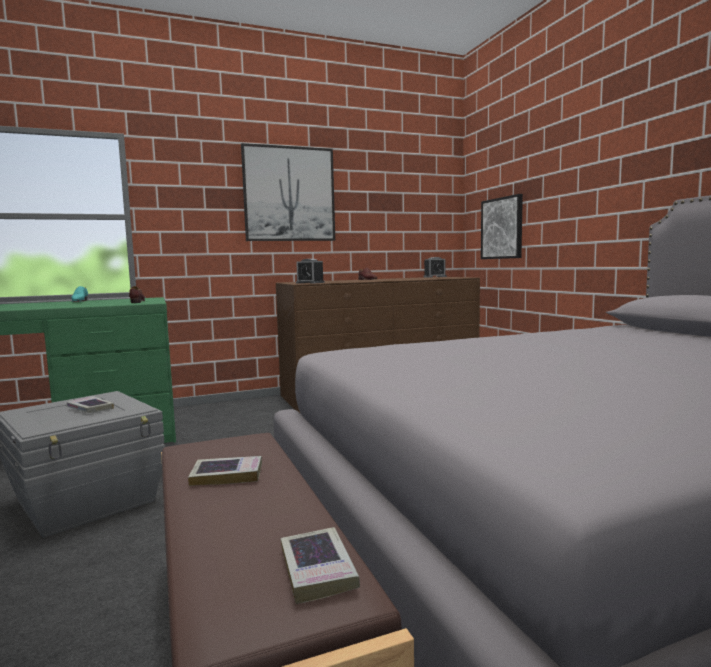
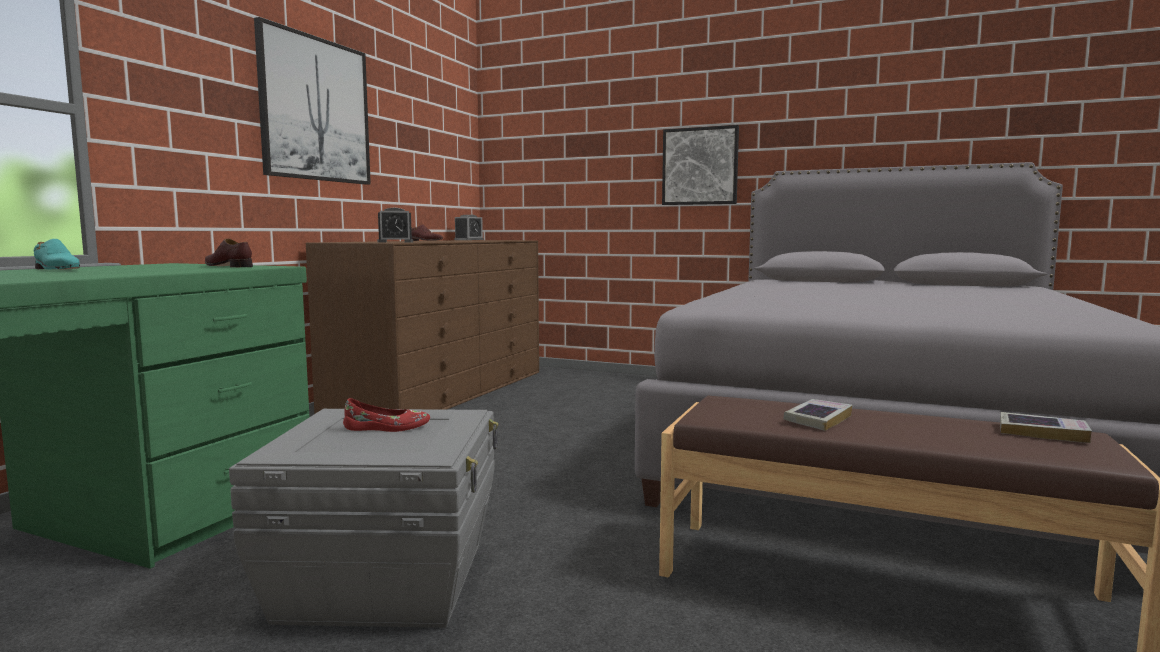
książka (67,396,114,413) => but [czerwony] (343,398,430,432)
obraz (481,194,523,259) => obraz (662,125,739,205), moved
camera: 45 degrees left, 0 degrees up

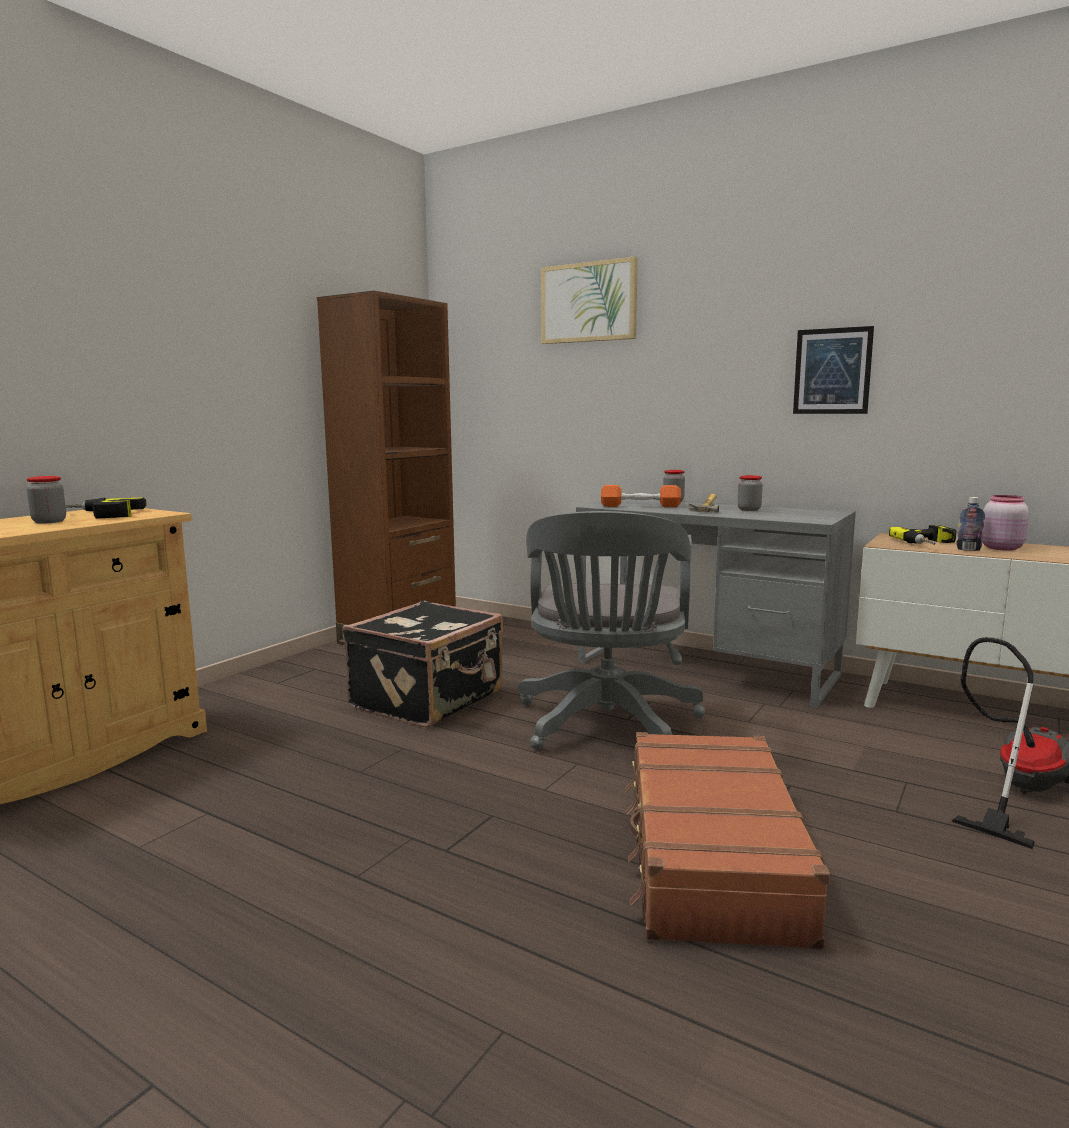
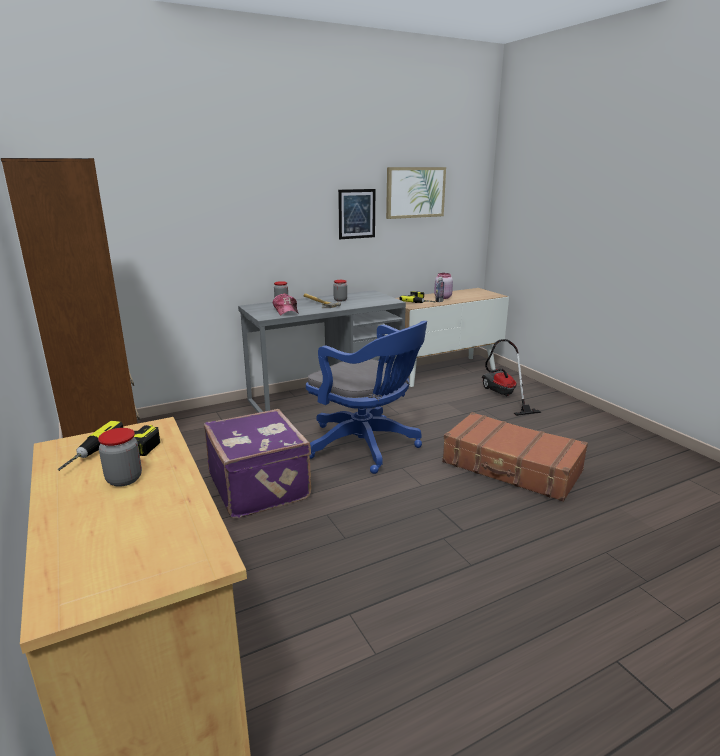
walizka [czarny] (343,600,503,727) => walizka [fioletowy] (204,409,311,518)
hantel [pomarańczowy] (601,485,681,507) => czapka z daszkiem (273,293,299,315)
krzesło biurowe [szary] (518,511,705,750) => krzesło biurowe [niebieski] (306,321,427,474)
obraz (541,256,638,344) => obraz (386,167,446,219), moved
camera: 60 degrees left, 10 degrees up

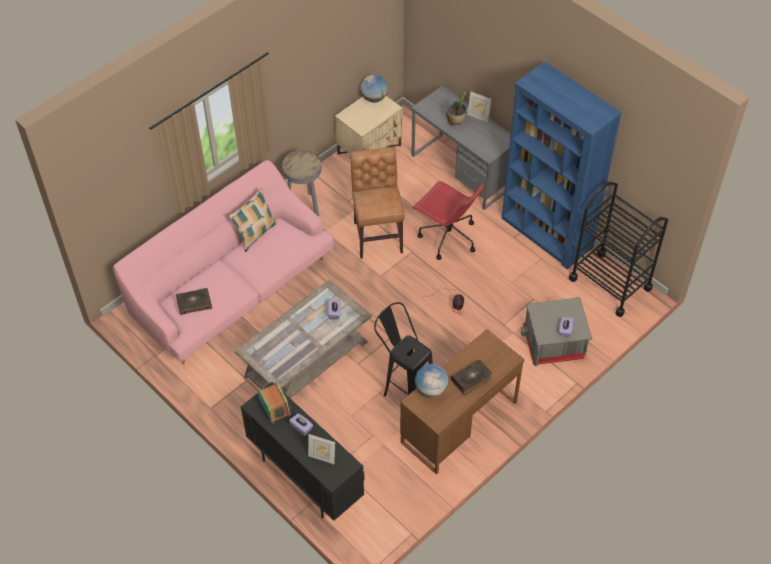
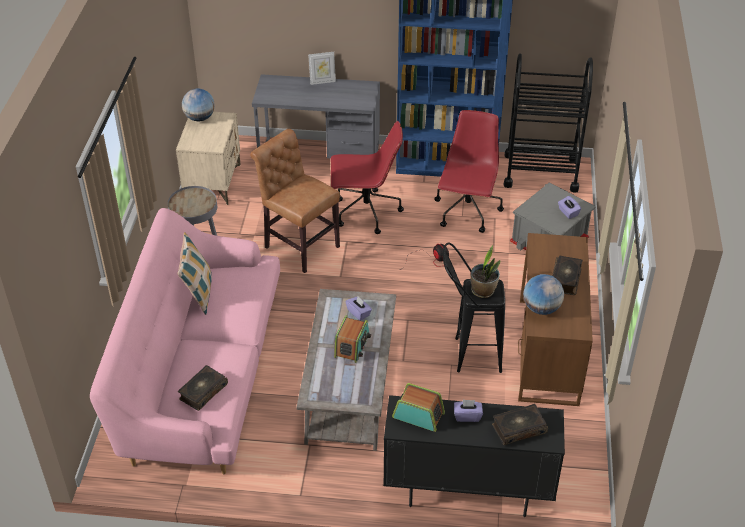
nothing => radio (334,315,371,363)
nothing => krzesło biurowe [czerwony] (434,110,504,233)
roślina doniczkowa (446,92,467,126) => roślina doniczkowa (471,245,500,298), moved
ramka na zdjęcie (308,434,335,464) => książka (492,404,548,445)
camera: 40 degrees left, 10 degrees down

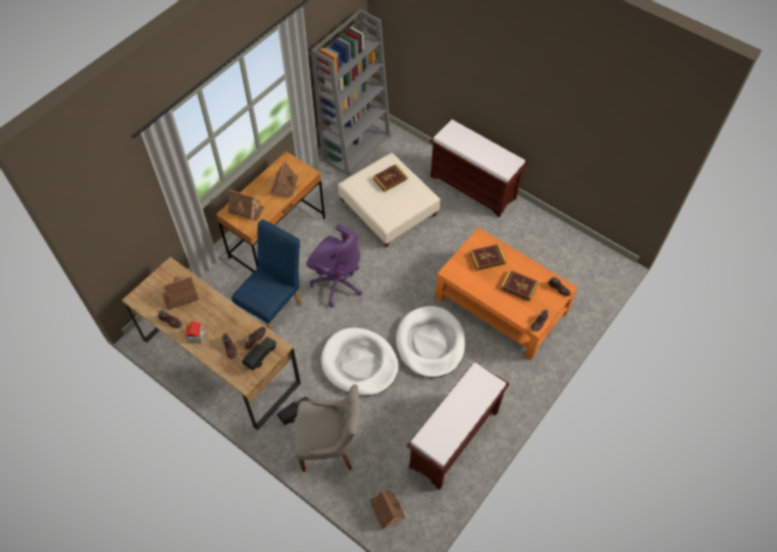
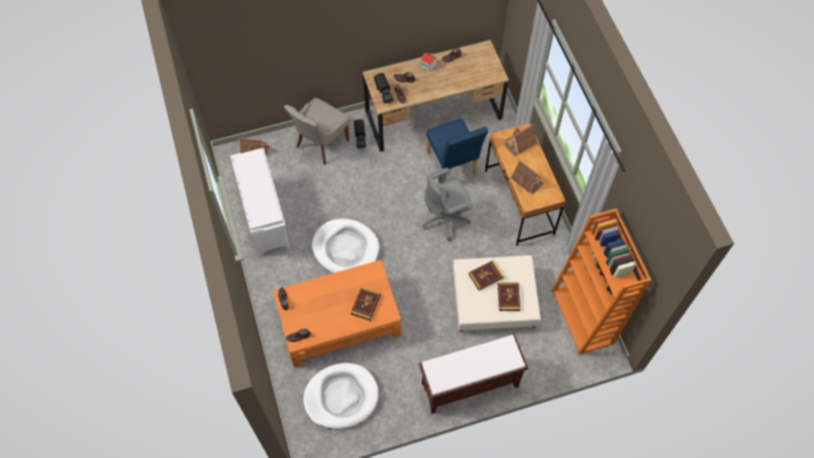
ławka [brązowy] (407,361,509,490) => ławka [biały] (230,148,290,256)
legowisko [biały] (321,328,399,396) => legowisko [biały] (303,363,379,429), moved
krzesło biurowe [fioletowy] (306,225,362,307) => krzesło biurowe [szary] (423,168,473,241)
książka (501,270,539,301) => książka (468,260,504,291), moved
regał [szary] (311,9,391,176) => regał [pomarańczowy] (551,208,651,355)
domek (162,276,199,310) => nothing
camera: 125 degrees right, 5 degrees up

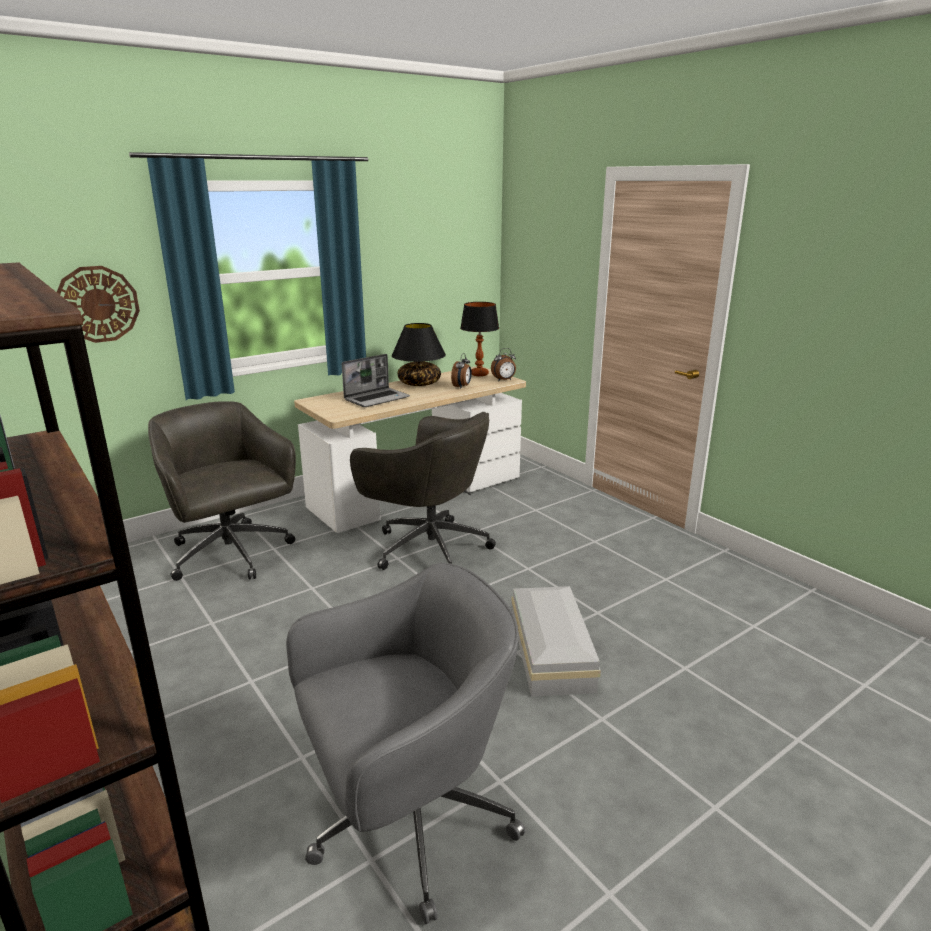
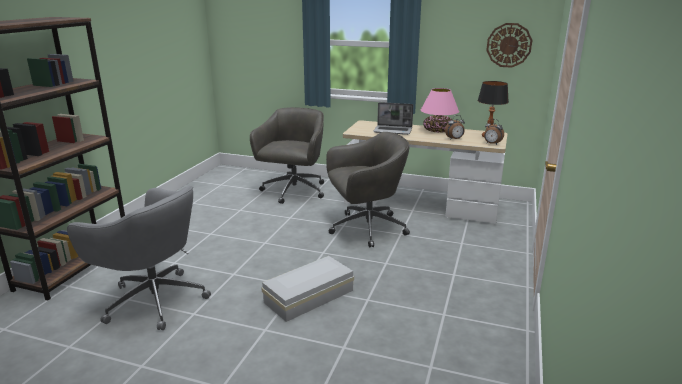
krzesło biurowe [szary] (350,412,496,570) => krzesło biurowe [szary] (326,132,410,248), 105 degrees counterclockwise
lampa stołowa [czarny] (392,323,446,386) => lampa stołowa [różowy] (421,88,459,133)
zegar ścienny (57,266,140,343) => zegar ścienny (486,23,532,68), moved
camera: 55 degrees right, 0 degrees up

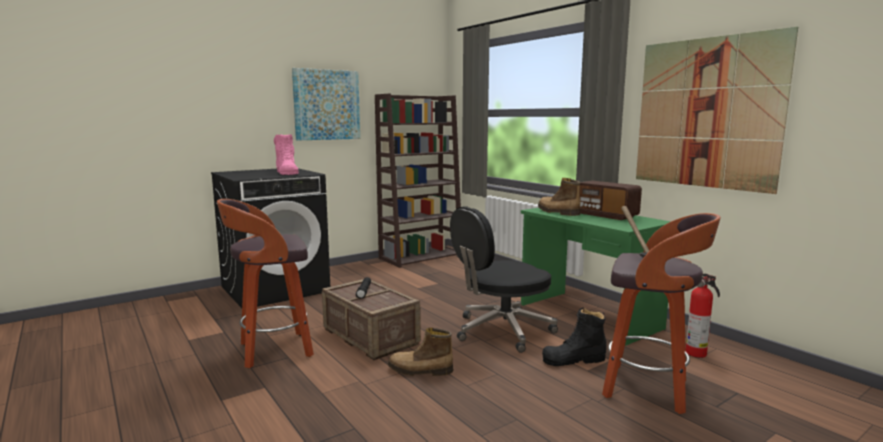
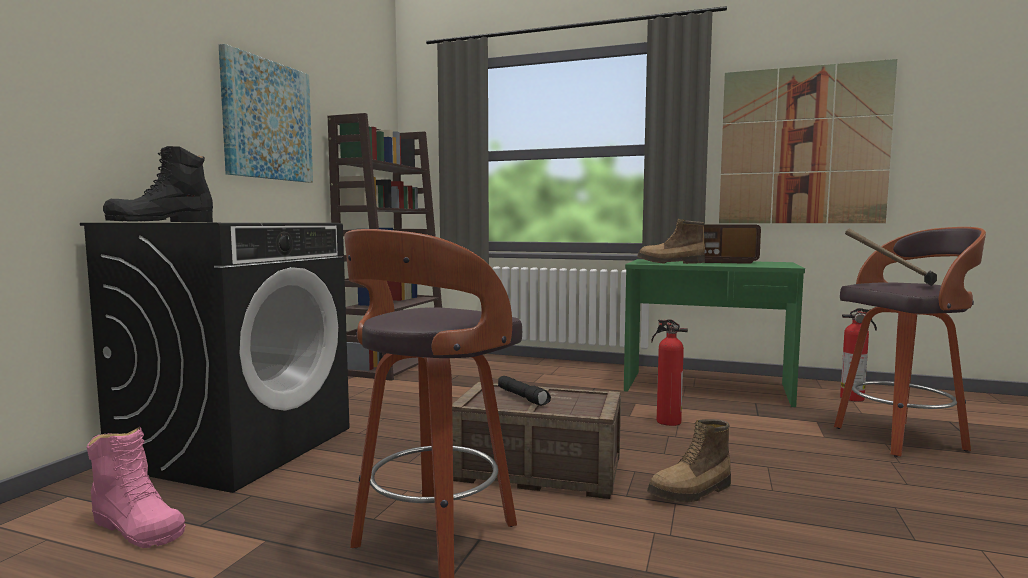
but z cholewką [różowy] (274,134,299,175) => but z cholewką [różowy] (87,427,186,548), moved
but z cholewką [czarny] (542,308,607,366) => but z cholewką [czarny] (103,146,213,222), moved
krzesło biurowe [czarny] (450,206,558,353) => gaśnica (651,319,688,426)
camera: 35 degrees left, 5 degrees down

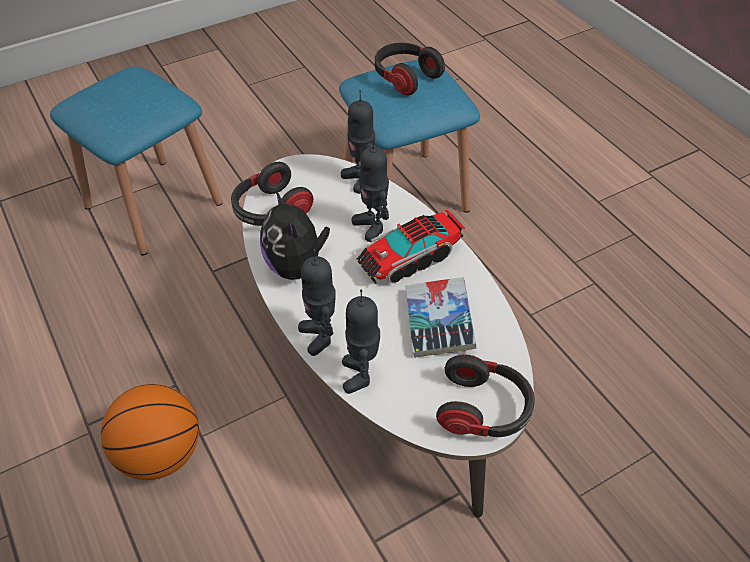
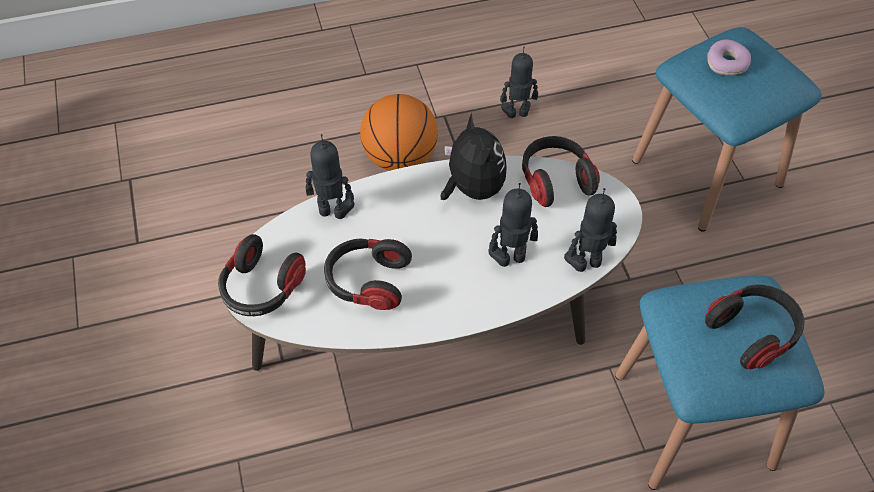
książka (406,277,476,358) => słuchawki (324,239,412,310)
pluszak (260,190,330,280) => pluszak (440,113,507,200), 75 degrees clockwise
robot zabawkowy (298,249,336,356) => robot zabawkowy (500,47,538,118), moved
nothing => donut (707,39,751,75)
ciężarówka zabawkowa (357,210,465,284) => nothing
camera: 105 degrees right, 5 degrees up

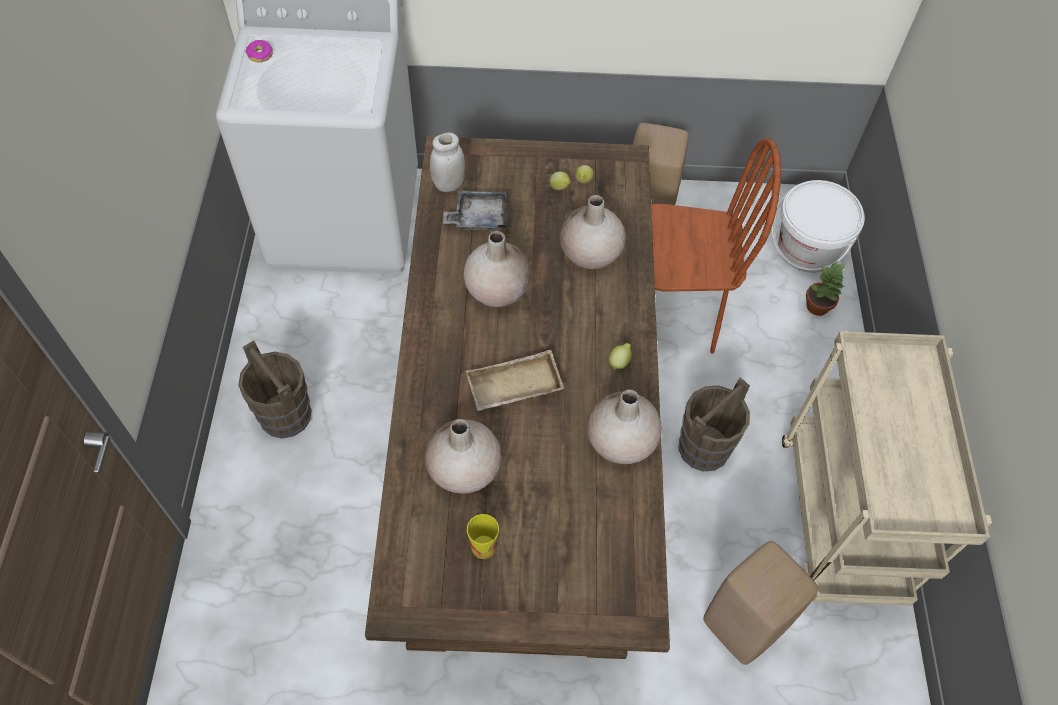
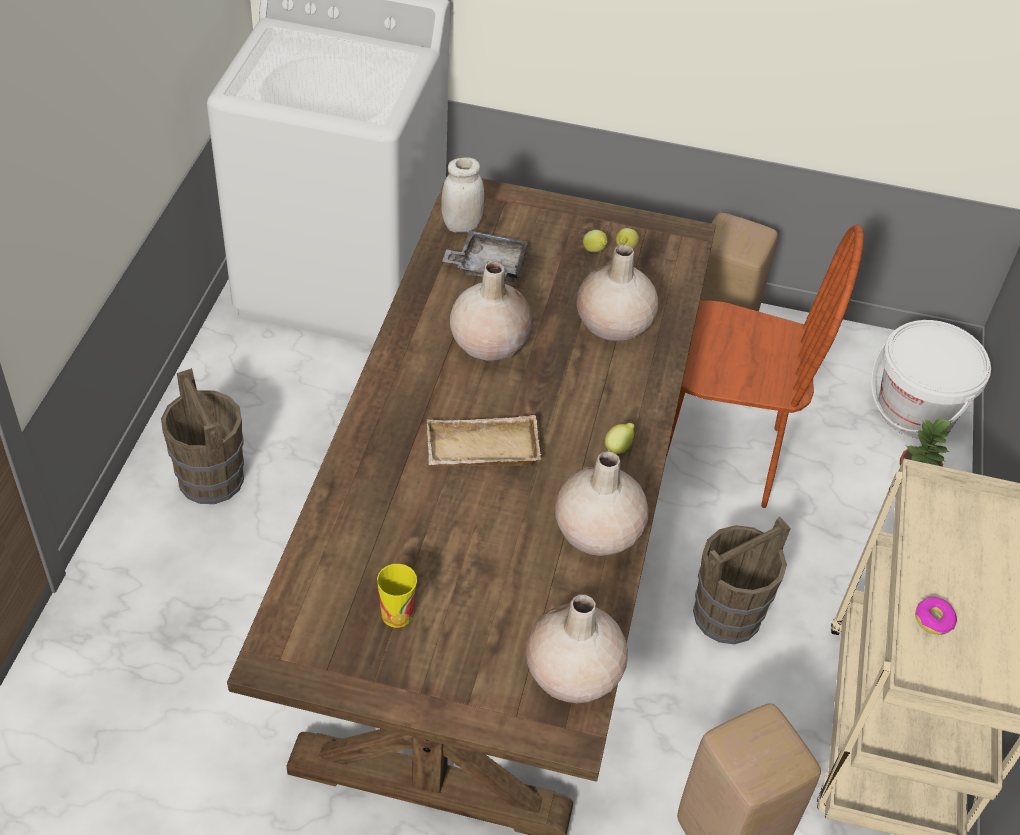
wazon [beżowy] (424,419,501,494) => wazon [beżowy] (526,594,628,703), moved
donut (246,40,273,62) => donut (915,597,957,635), moved
camera: 10 degrees right, 10 degrees down

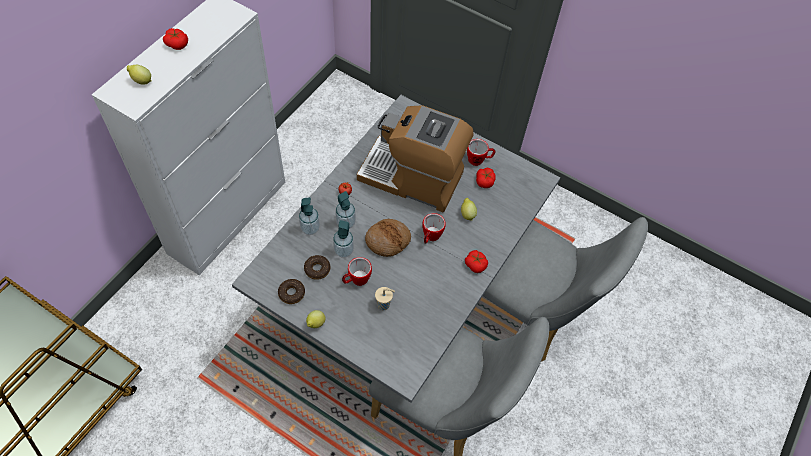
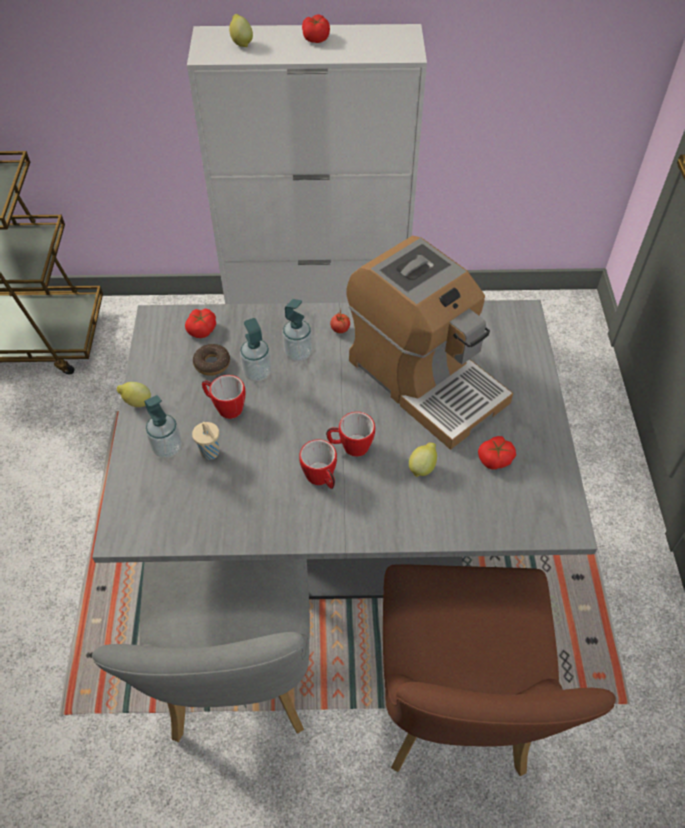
dozownik mydła (299,197,320,235) => dozownik mydła (144,395,182,458), moved
pomidor (465,250,488,273) => pomidor (185,308,216,338), moved
kubek (467,139,496,166) => kubek (299,439,337,489), moved
ekspres do kawy (357,105,473,212) => ekspres do kawy (346,236,513,450), 150 degrees clockwise
krzesło [szary] (483,217,648,361) => krzesło [brązowy] (383,564,616,776)
donut (278,279,305,304) => nothing
chleb (365,219,411,257) => nothing
camera: 60 degrees right, 5 degrees down

